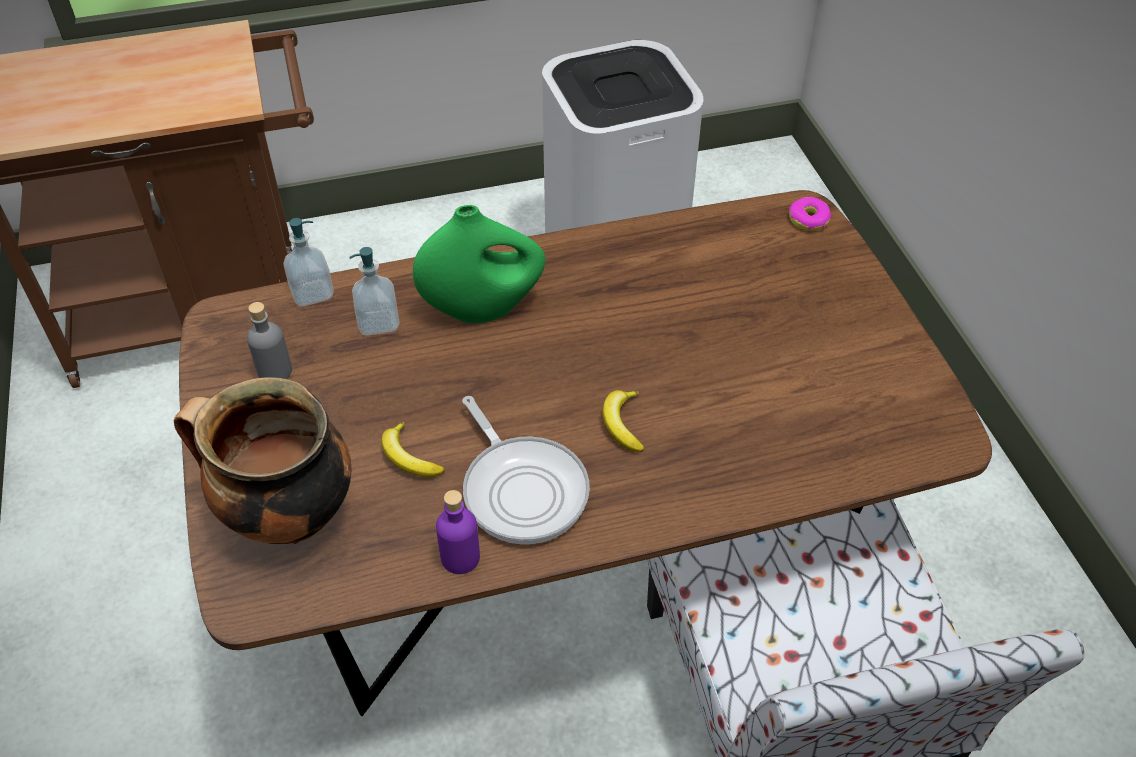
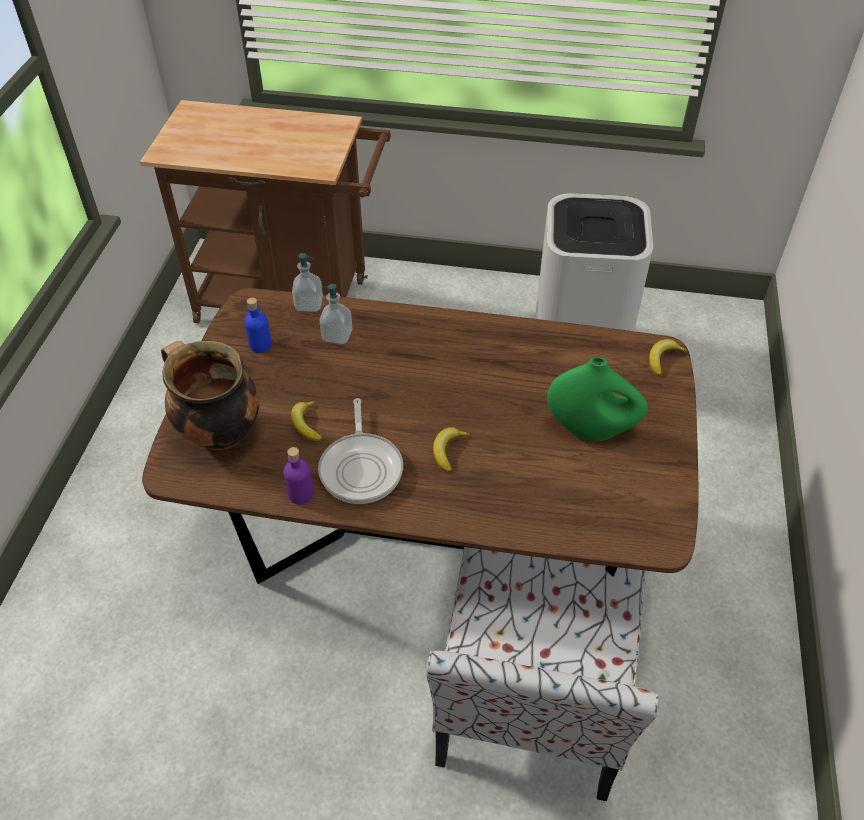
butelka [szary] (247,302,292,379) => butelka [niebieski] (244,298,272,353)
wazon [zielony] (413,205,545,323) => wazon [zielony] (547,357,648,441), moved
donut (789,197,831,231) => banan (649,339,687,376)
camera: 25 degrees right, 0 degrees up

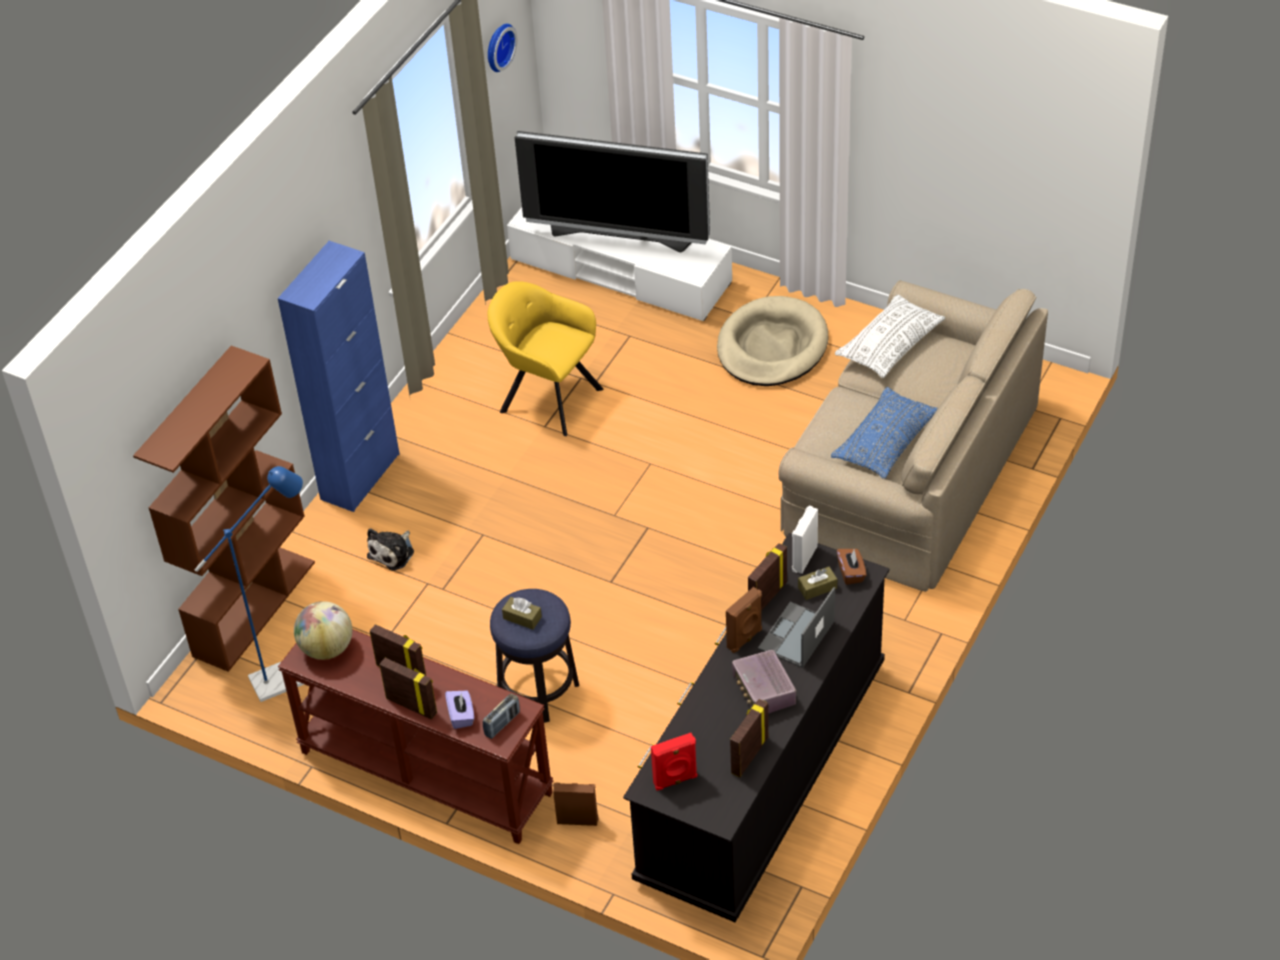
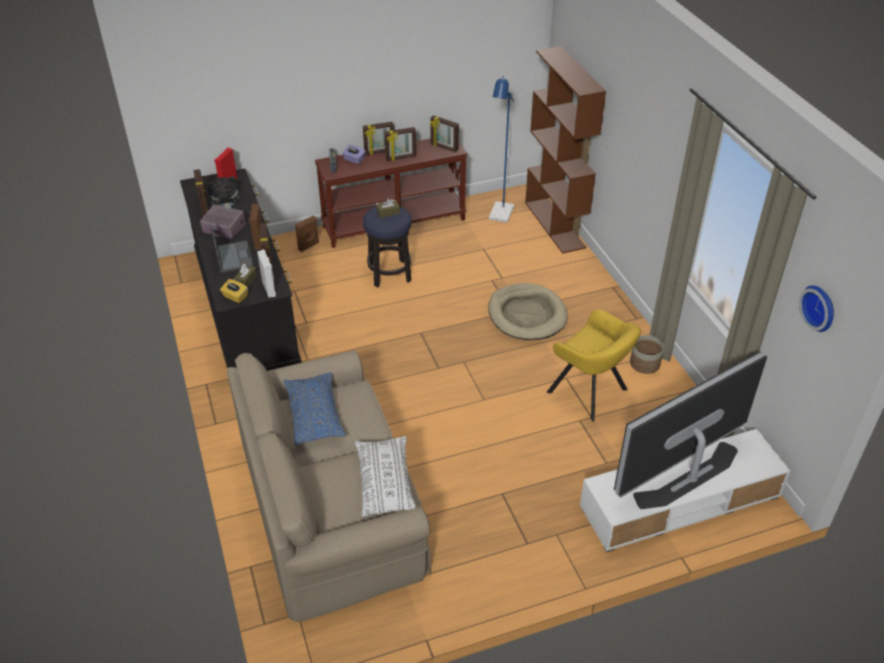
pluszak (367,528,414,571) => pluszak (207,176,239,208), moved
pudełko chusteczek [brązowy] (837,549,867,585) => pudełko chusteczek [żółty] (220,279,248,303)
globus (294,601,352,660) => ramka na zdjęcie (430,115,459,152)
legowisko [beżowy] (717,296,828,386) => legowisko [beżowy] (488,283,568,340), moved
fotel [żółty] (487,281,603,436) => fotel [żółty] (547,309,641,422), 60 degrees clockwise
nothing => donica (630,335,664,374)
szafka [niebieski] (278,241,399,512) => nothing
camera: 130 degrees right, 5 degrees down

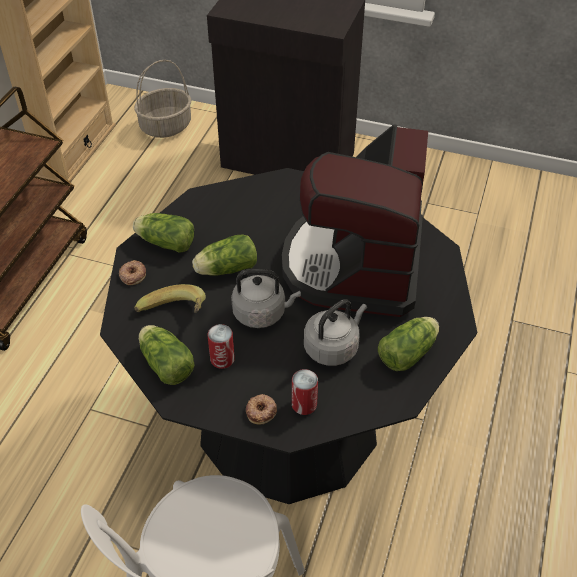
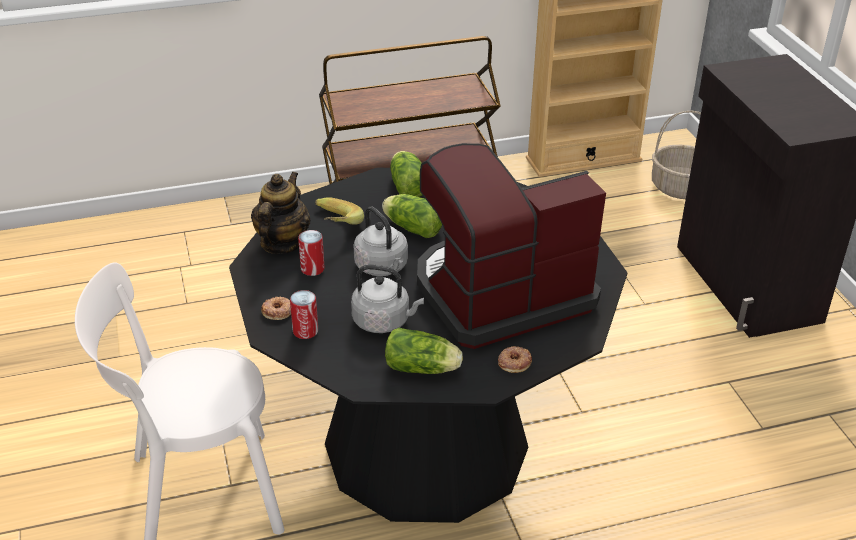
sałata (139,325,194,385) => imbryk (251,172,311,254)
donut (119,260,146,285) => donut (498,346,532,373), moved
camera: 55 degrees right, 10 degrees down

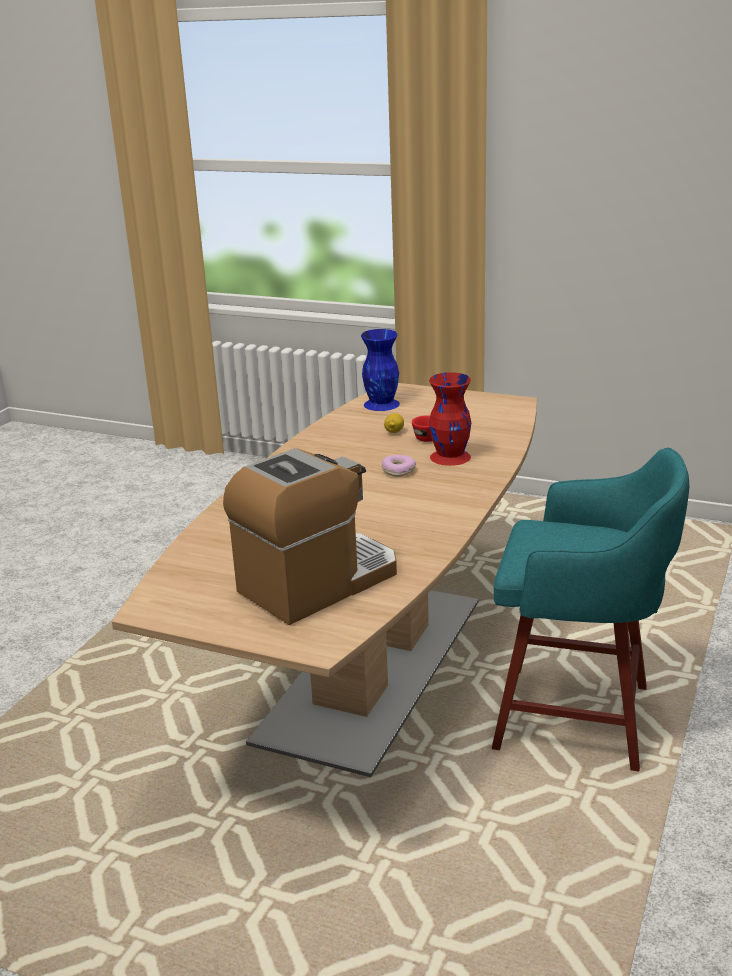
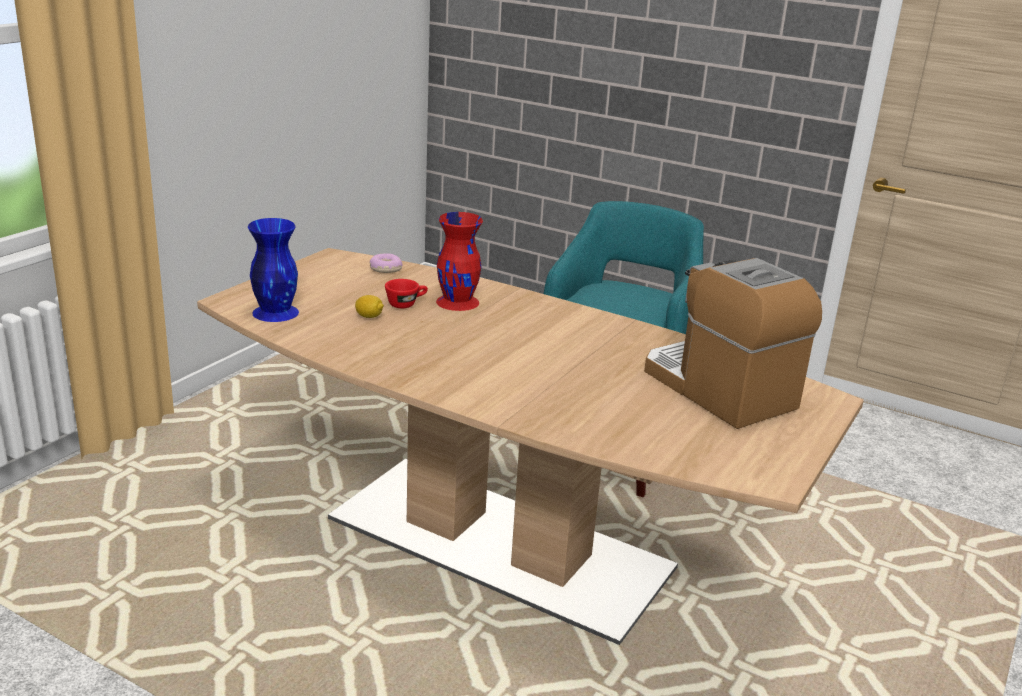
donut (382,455,416,477) => donut (370,253,403,273), moved
camera: 85 degrees left, 0 degrees up

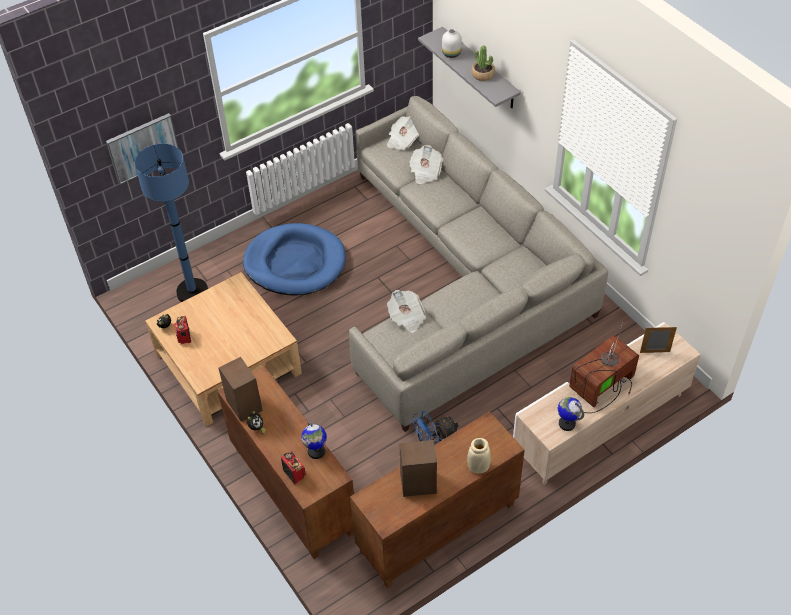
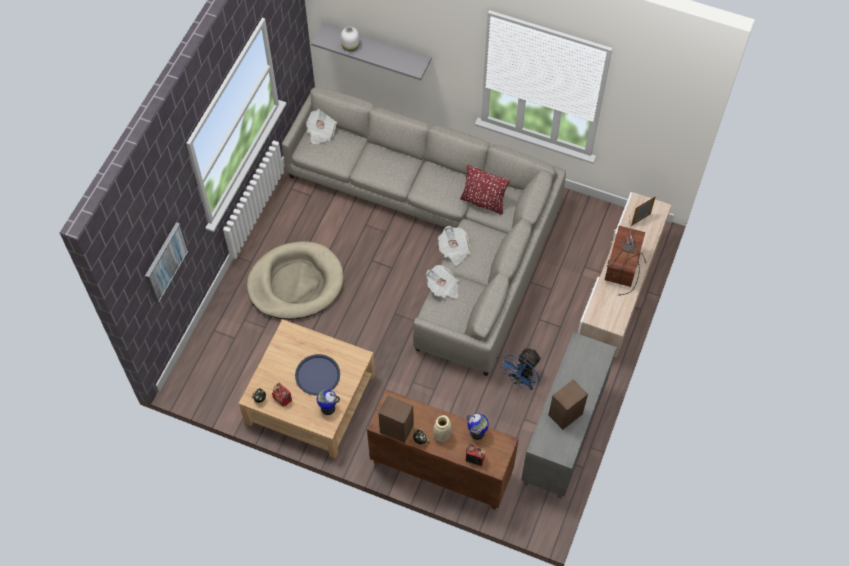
legowisko [niebieski] (243,223,346,296) => legowisko [beżowy] (247,242,343,320)
nothing => taca [niebieski] (295,354,340,395)
globus (558,397,584,431) => globus (317,389,340,415), moved
wazon [beżowy] (467,438,491,473) => wazon [beżowy] (433,415,452,442), moved
gazeta (409,145,443,184) => gazeta (438,226,471,265), moved
nothing => poduszka [czerwony] (460,165,510,215)
szafka [brązowy] (350,411,525,588) => szafka [szary] (521,332,617,499)
lampa stojąca [niebieski] (135,143,208,302) => nothing
roślina doniczkowa (471,45,495,81) => nothing
camera: 35 degrees left, 10 degrees up

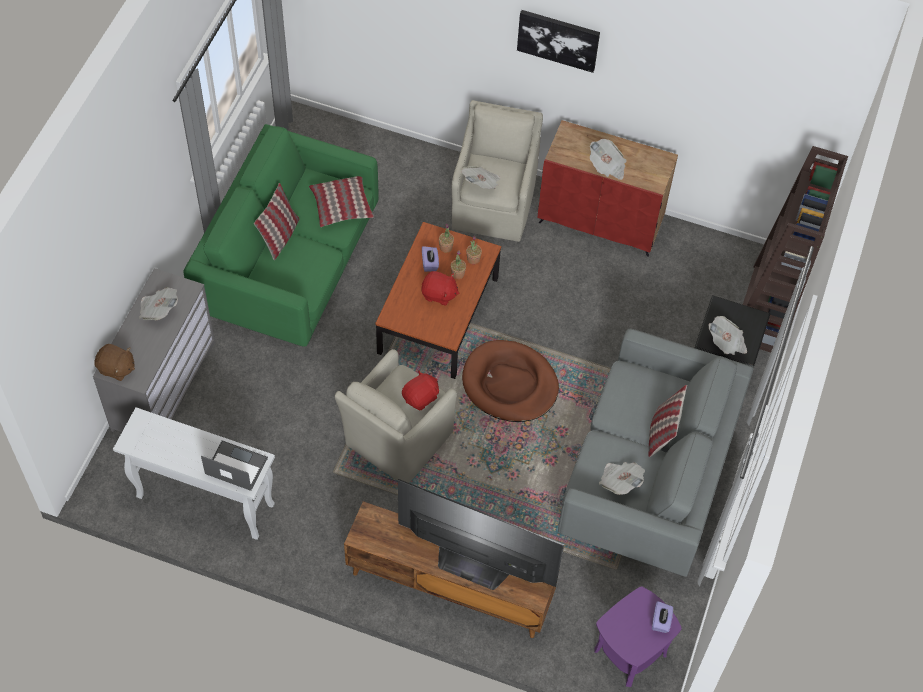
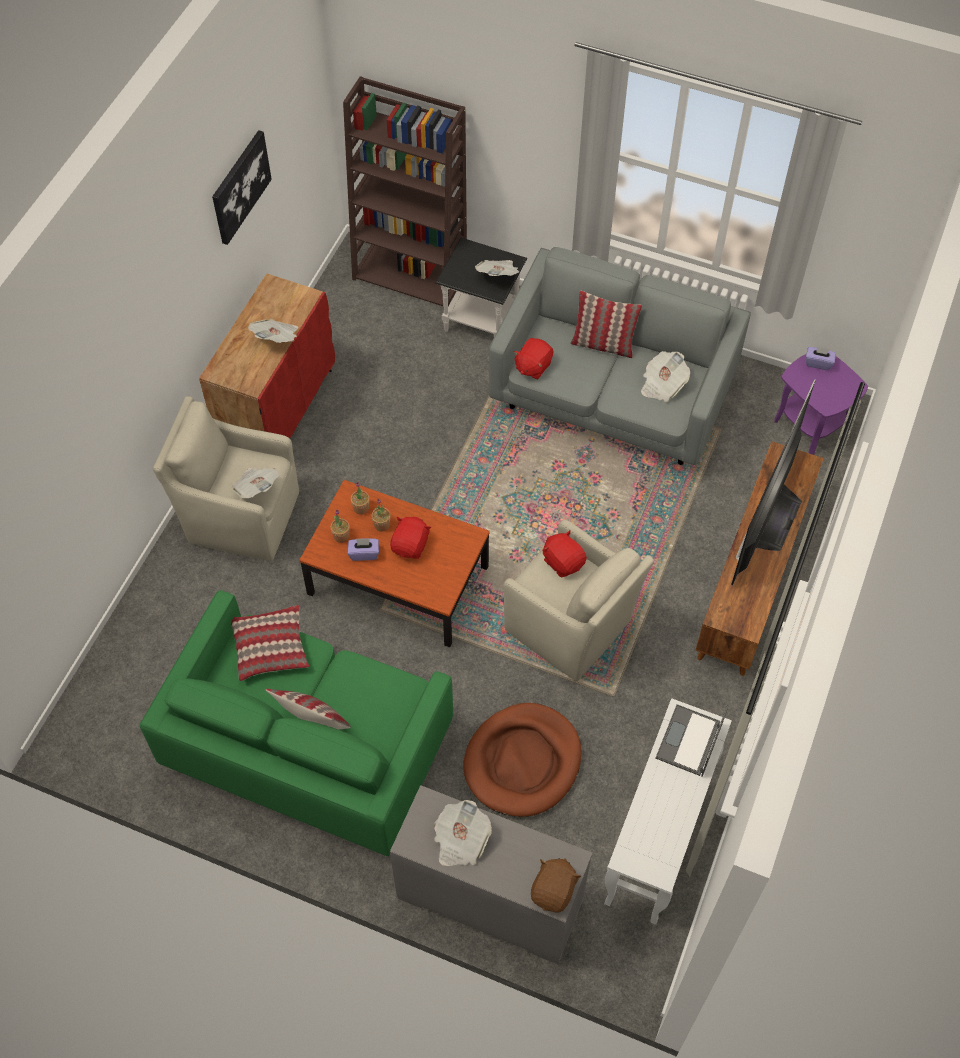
obraz (517,10,600,73) => obraz (212,130,272,245), moved
legowisko [brązowy] (462,340,559,422) => legowisko [brązowy] (464,703,582,817), moved
nothing => pluszak [czerwony] (514,338,553,379)
camera: 85 degrees left, 0 degrees up

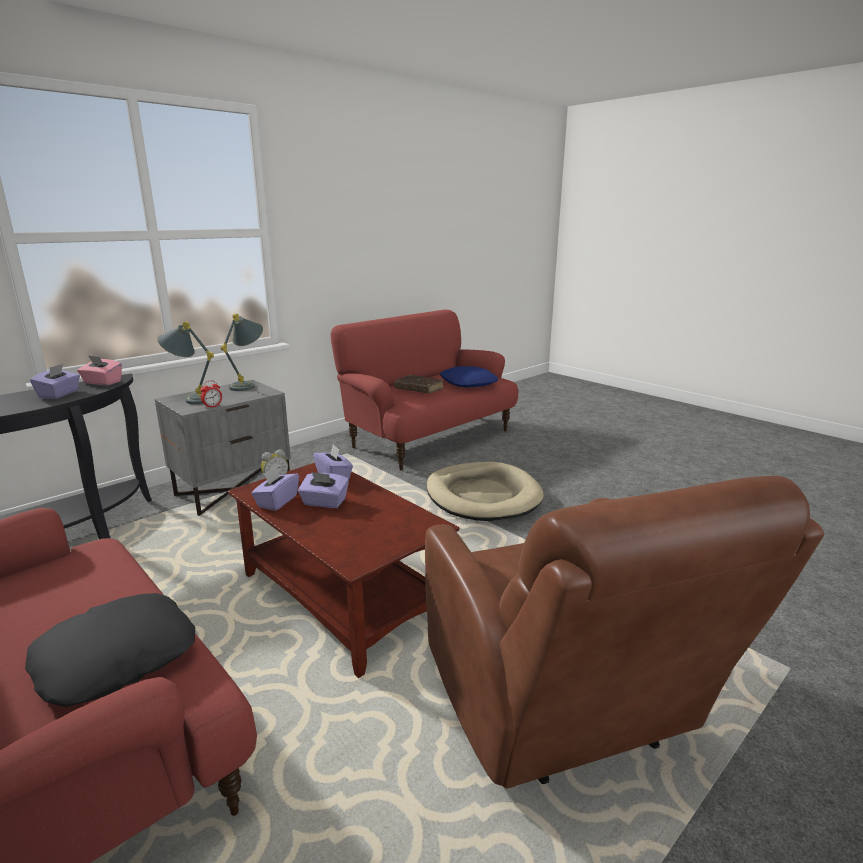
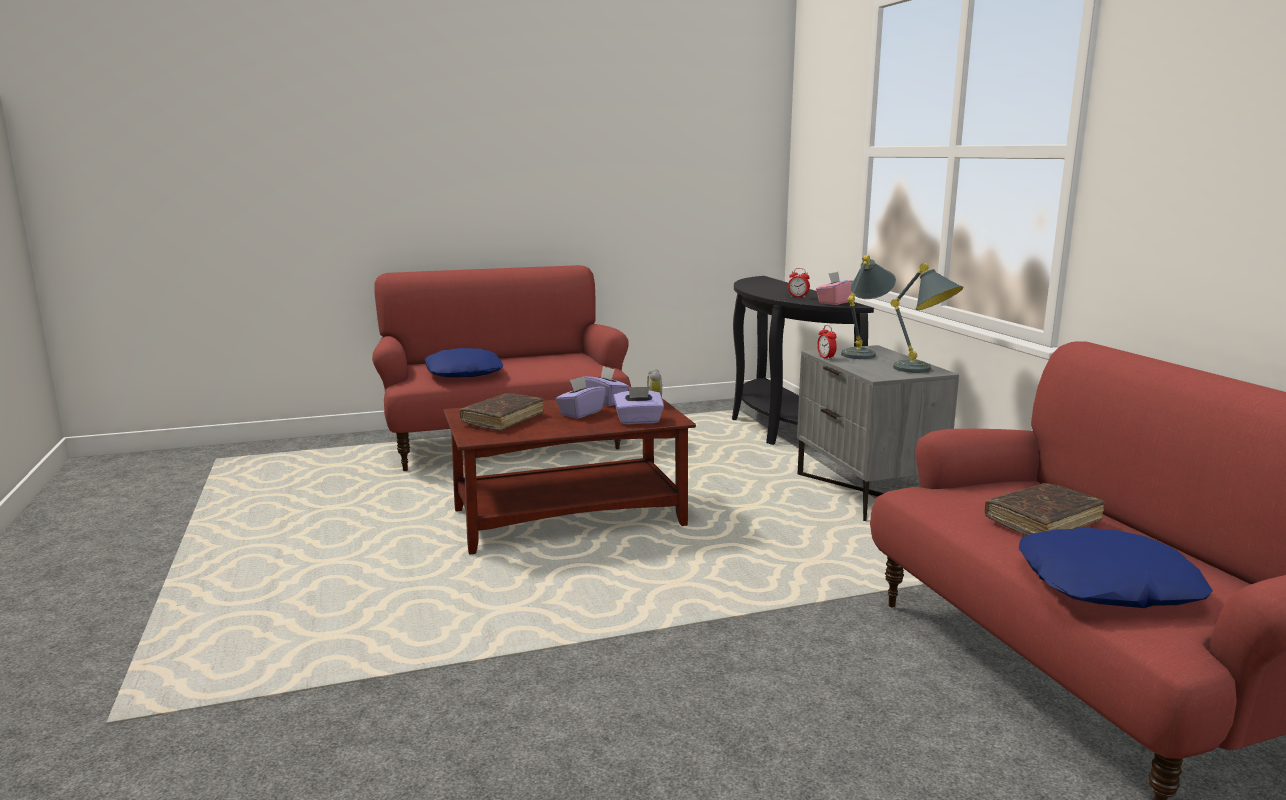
poduszka [czarny] (25,593,195,707) => poduszka [niebieski] (425,348,503,377)
nothing => książka [brązowy] (459,393,543,431)
pudełko chusteczek [fioletowy] (30,364,80,399) => budzik (788,268,810,298)
fotel [brązowy] (425,476,824,789) => nothing
legowisko [beżowy] (426,462,544,521) => nothing
camera: 115 degrees right, 5 degrees down

